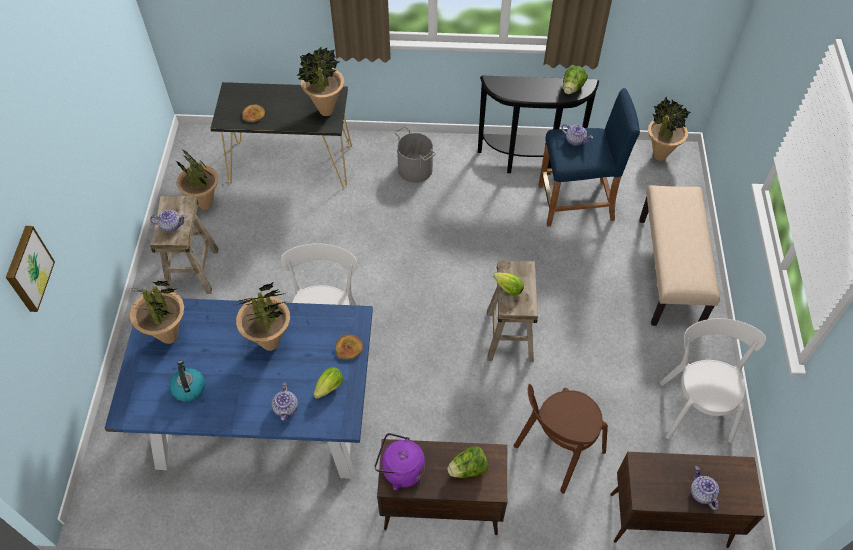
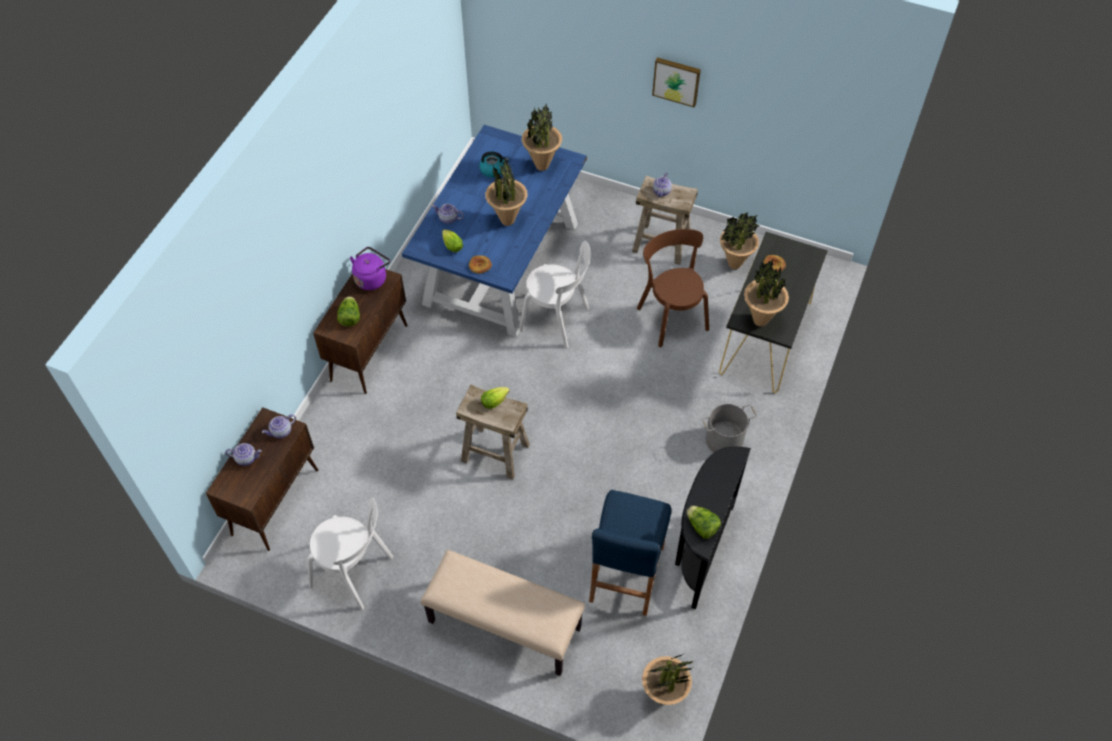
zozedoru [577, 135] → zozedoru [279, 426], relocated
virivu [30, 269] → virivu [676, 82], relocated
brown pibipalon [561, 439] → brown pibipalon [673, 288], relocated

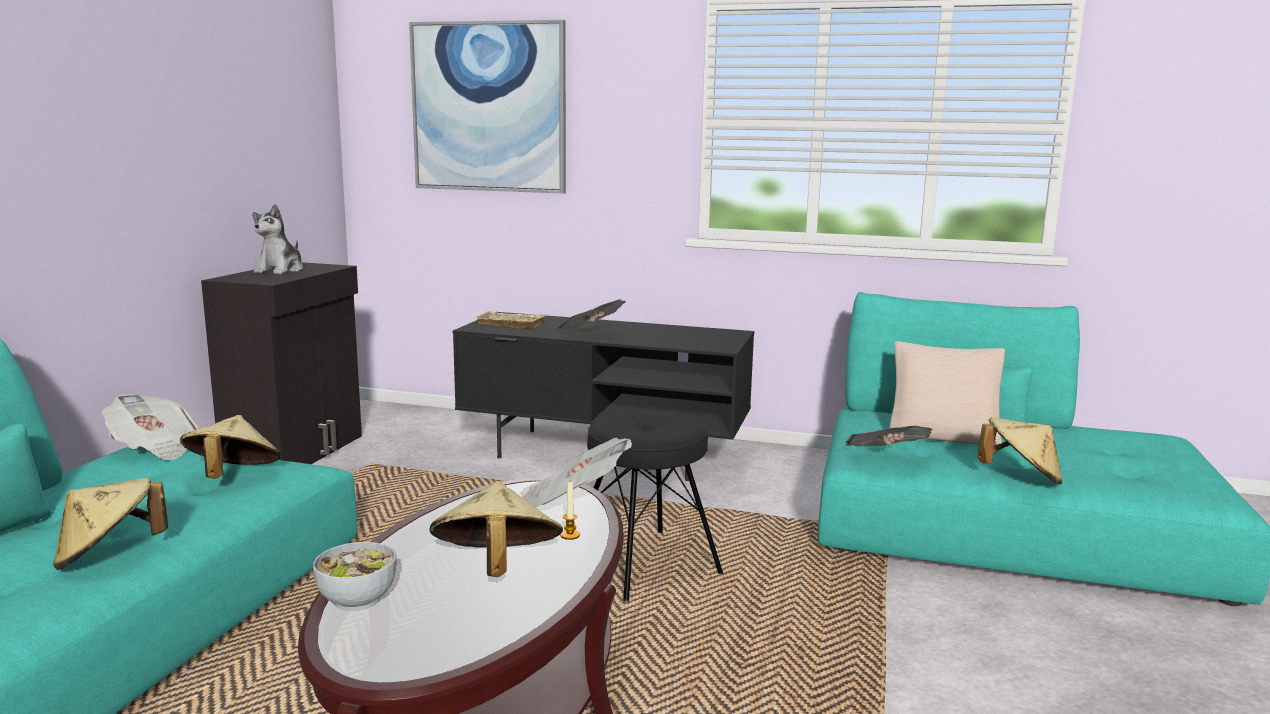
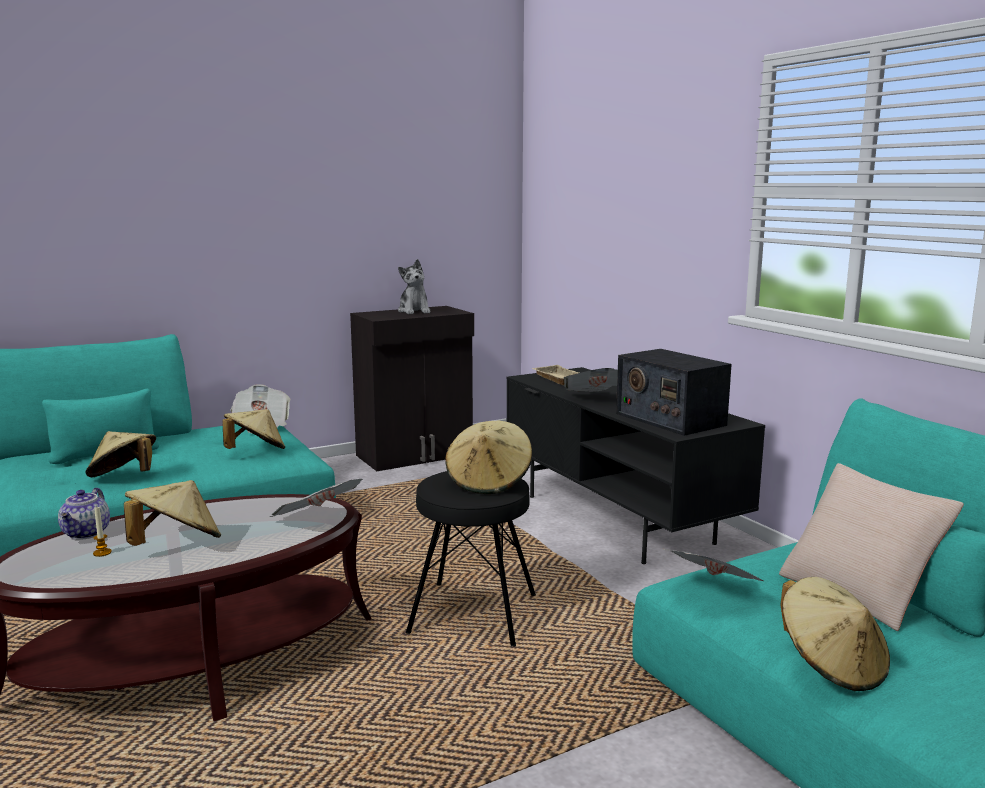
virivu [487, 106] → -
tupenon [278, 239] → tupenon [414, 286], 75 degrees counterclockwise
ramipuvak [570, 511] → ramipuvak [102, 532], relocated
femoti [355, 576] → zozedoru [84, 513]
- → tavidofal [674, 392]
- → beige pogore [488, 457]

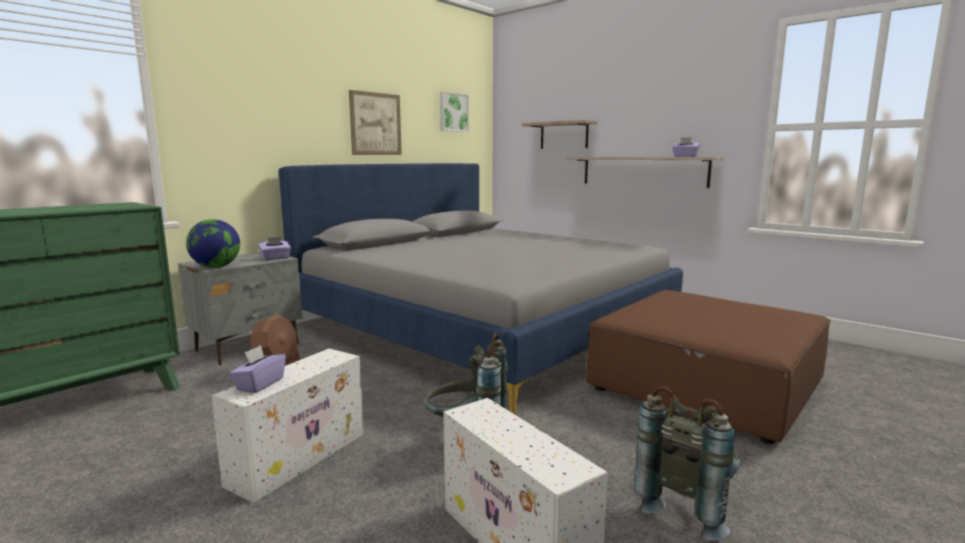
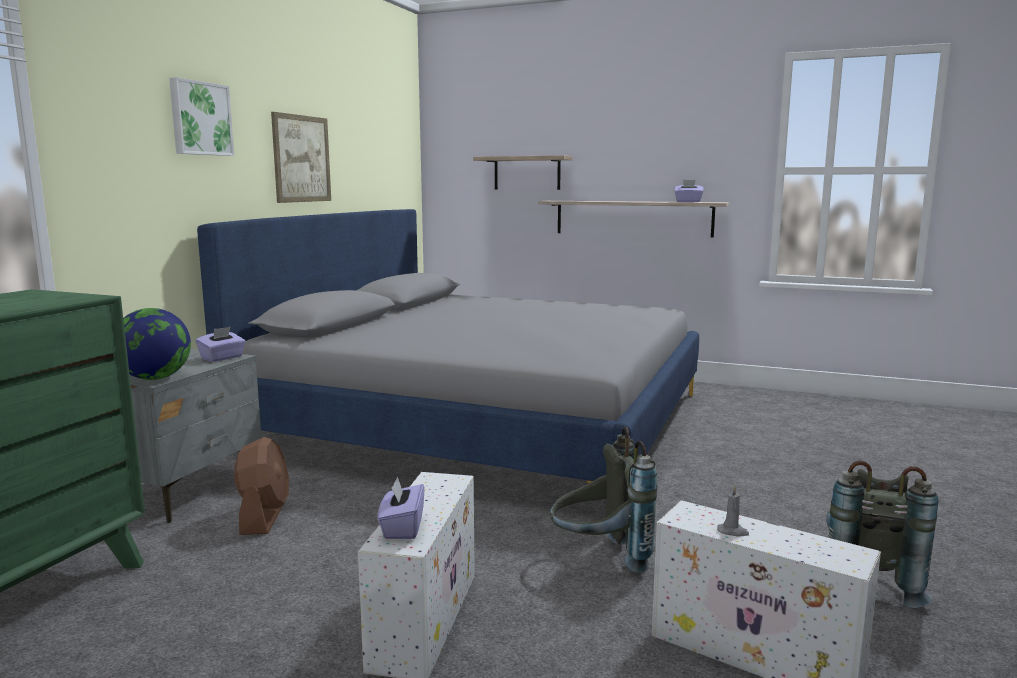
virivu [454, 112] → virivu [201, 116], relocated
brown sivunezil [708, 367] → -
- → grey ramipuvak [733, 511]

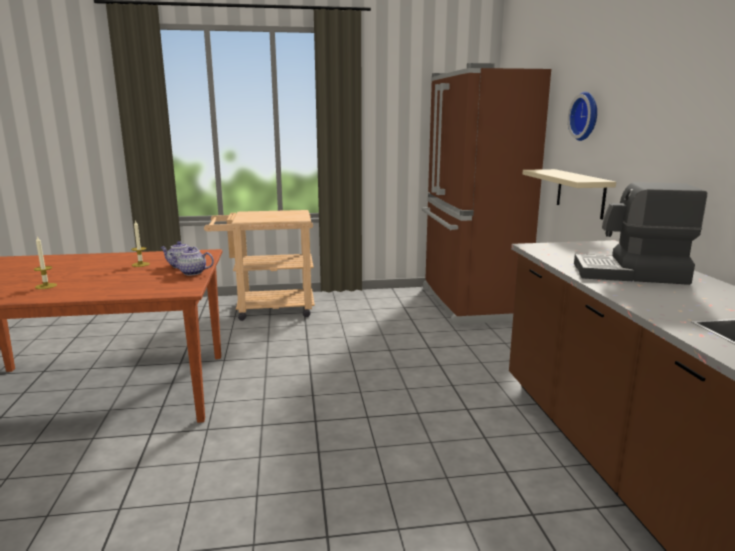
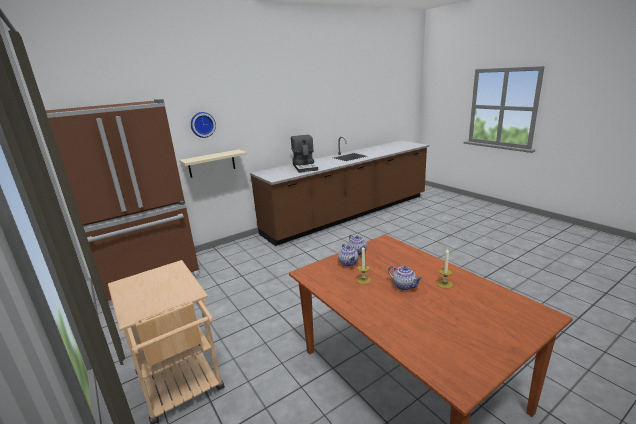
- → zozedoru [405, 278]

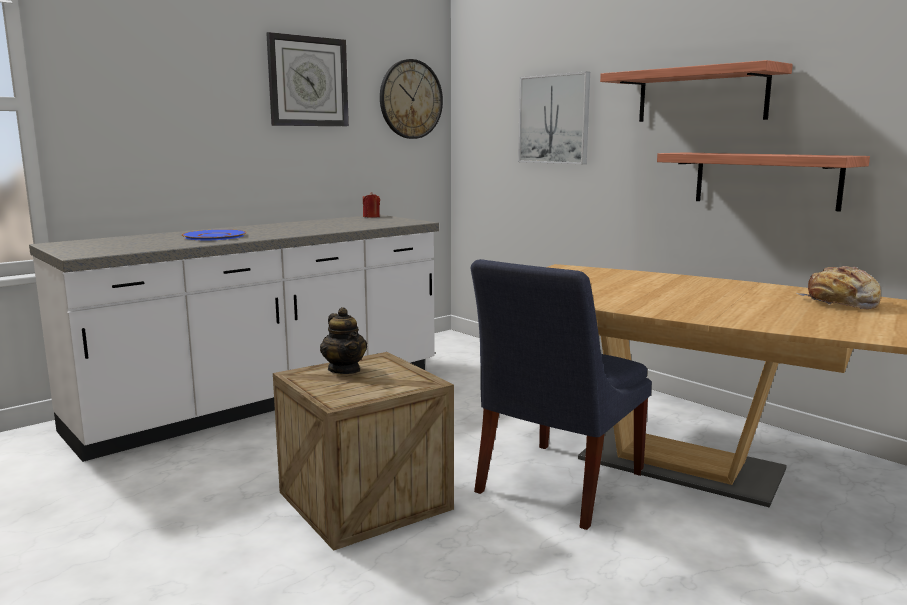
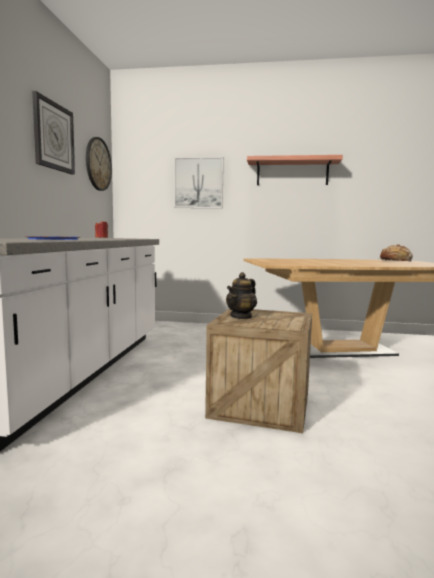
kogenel [763, 182] → -
blue pibipalon [561, 394] → -
zozedoru [343, 340] → zozedoru [241, 295], 105 degrees clockwise

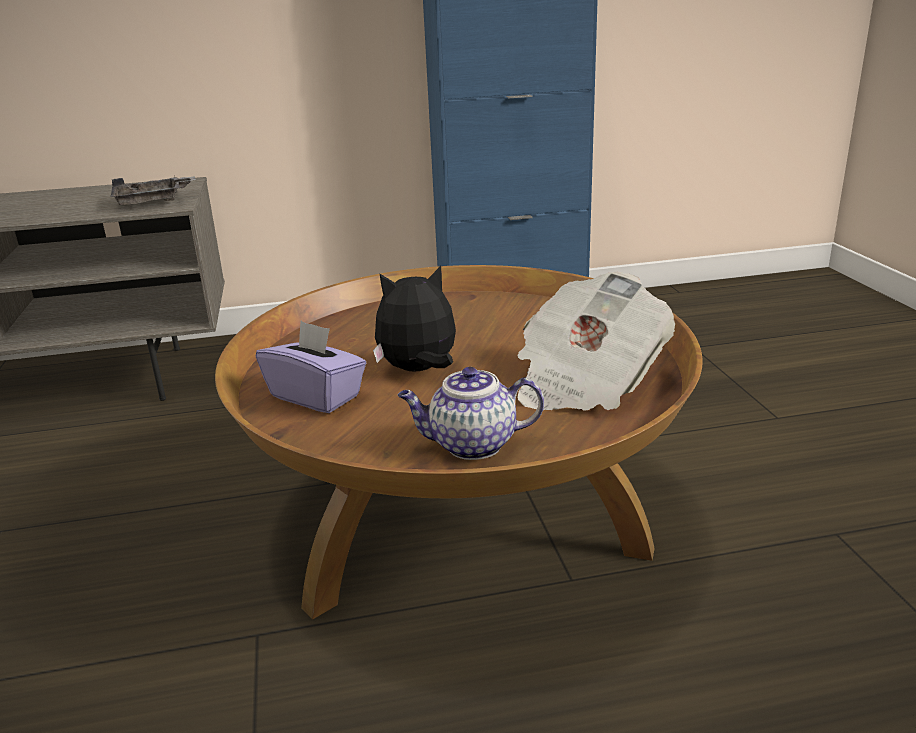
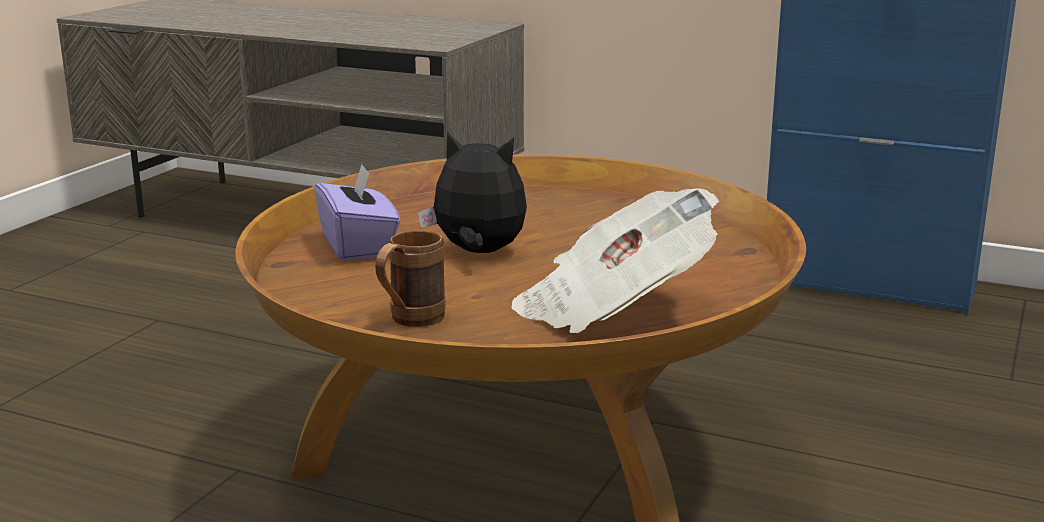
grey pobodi [153, 190] → -
zozedoru [471, 413] → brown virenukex [410, 278]

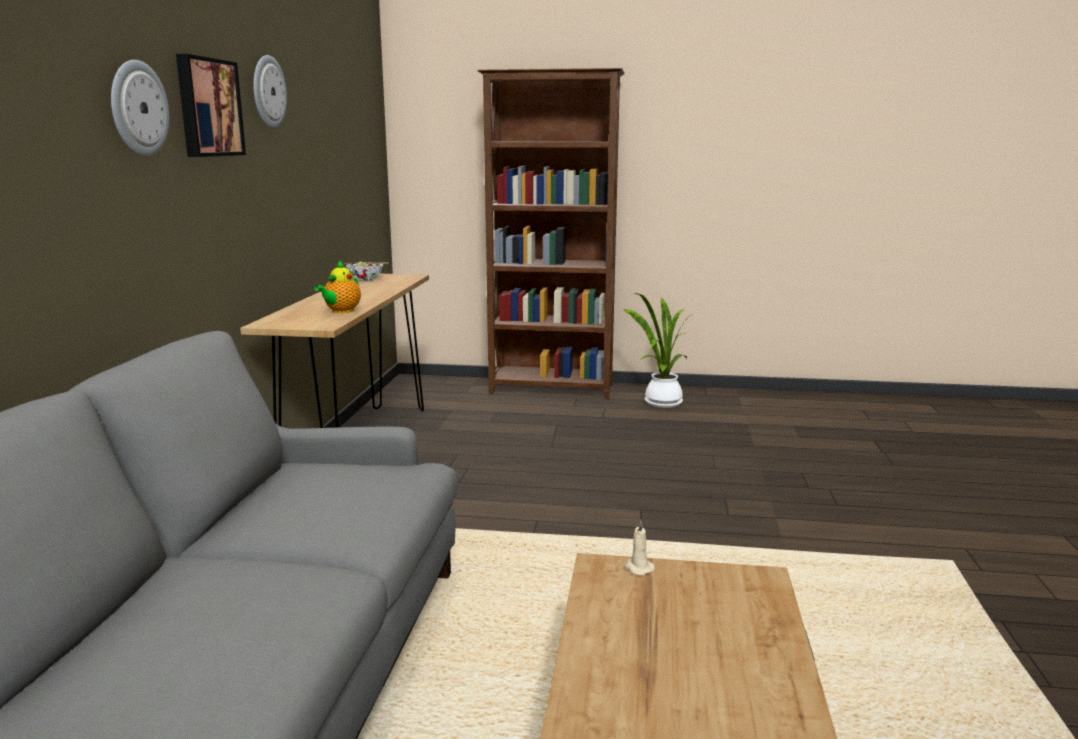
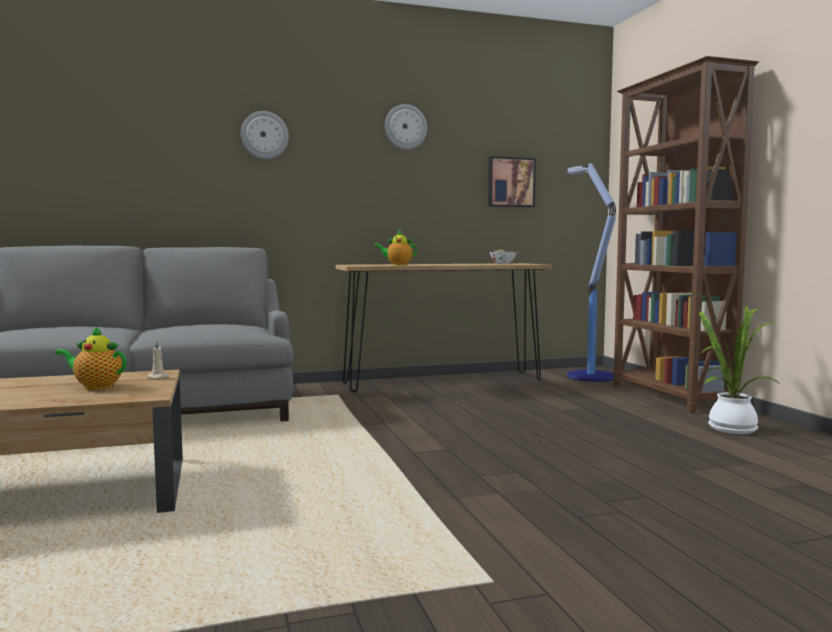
virivu [211, 105] → virivu [512, 181], relocated
- → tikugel [591, 272]
- → zozedoru [91, 358]

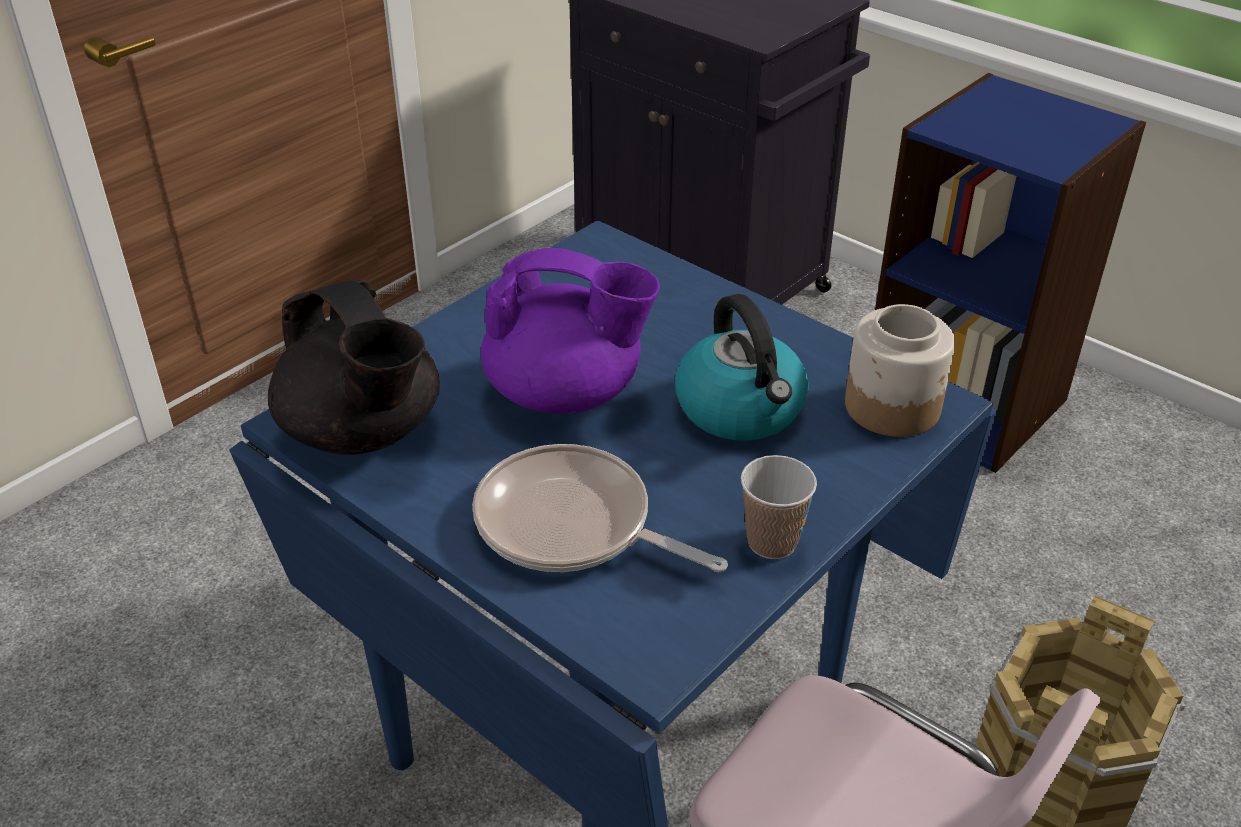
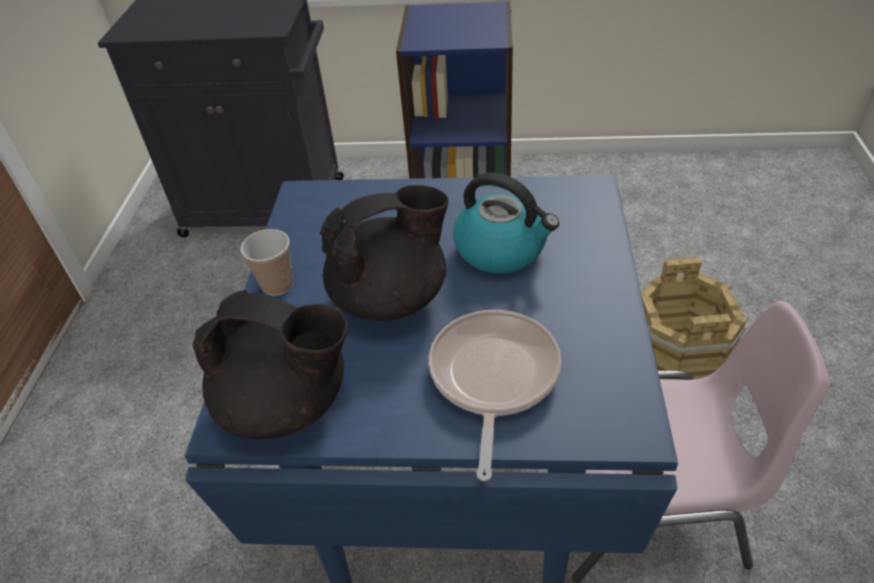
purple zozedoru [570, 331] → black zozedoru [384, 253]
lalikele [900, 370] → -
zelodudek [600, 508] → zelodudek [495, 395], 105 degrees clockwise
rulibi [779, 507] → rulibi [267, 262], relocated

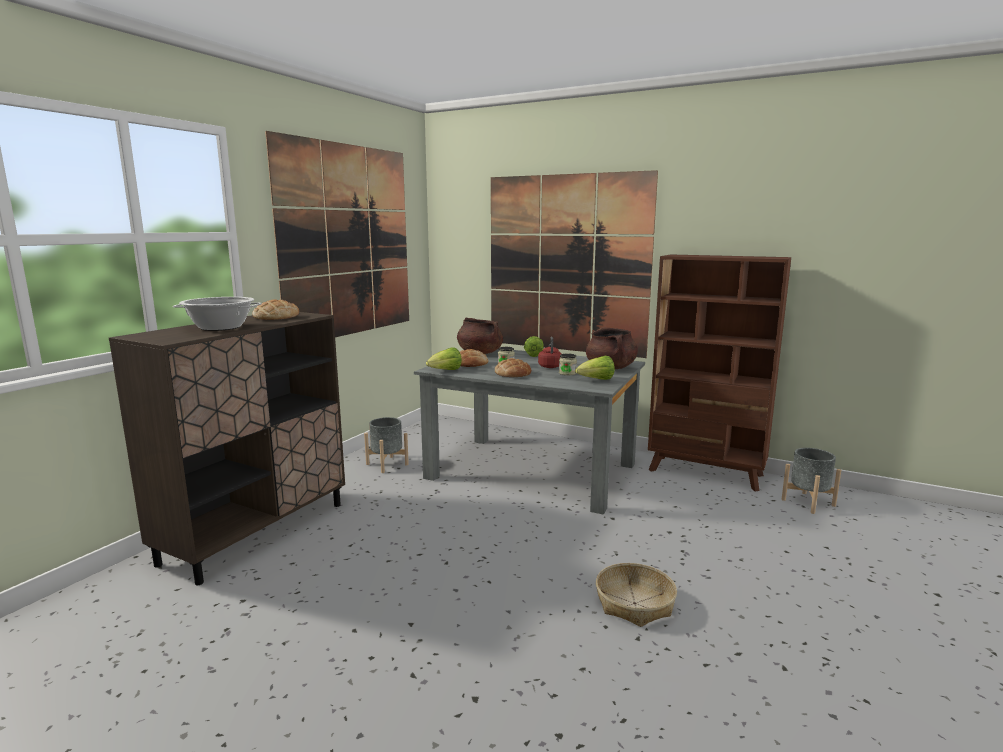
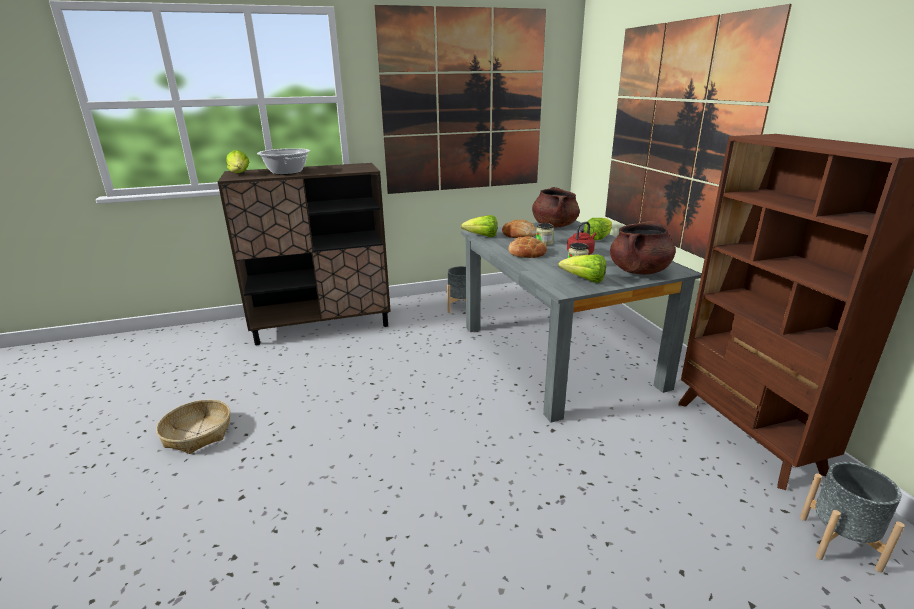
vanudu [275, 309] → -
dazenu [636, 595] → dazenu [193, 427], relocated
- → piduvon [237, 161]

